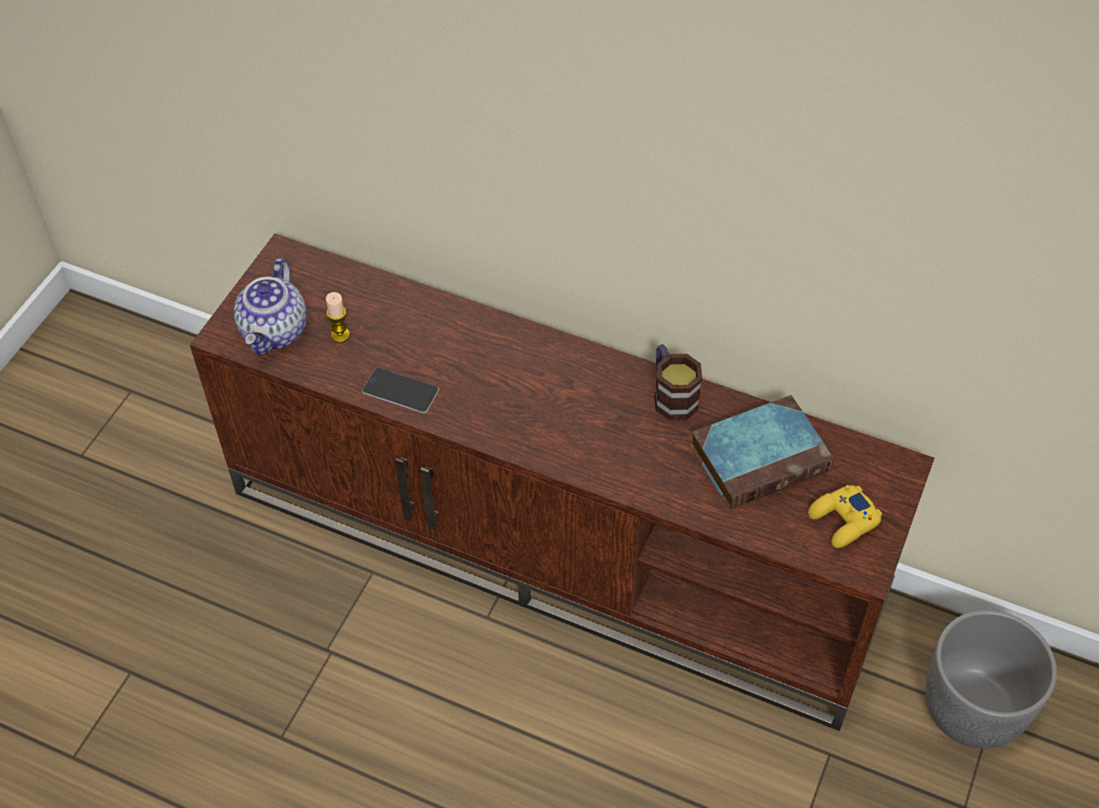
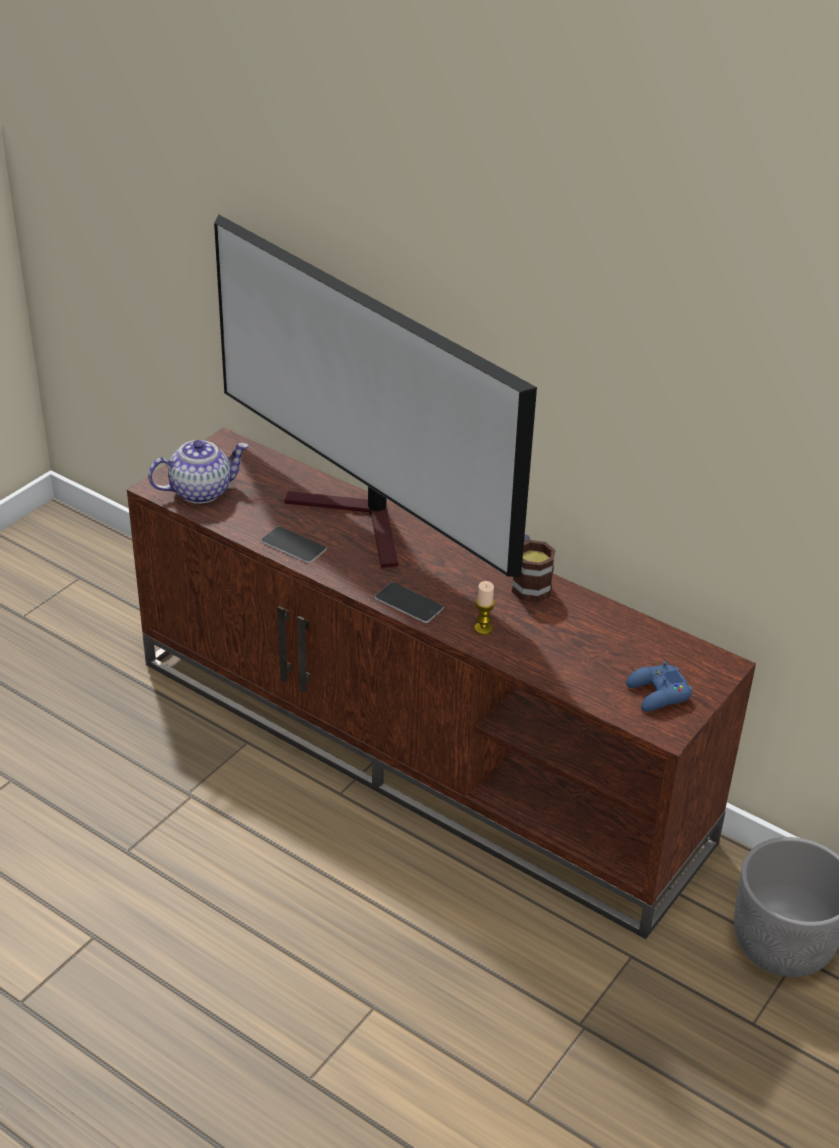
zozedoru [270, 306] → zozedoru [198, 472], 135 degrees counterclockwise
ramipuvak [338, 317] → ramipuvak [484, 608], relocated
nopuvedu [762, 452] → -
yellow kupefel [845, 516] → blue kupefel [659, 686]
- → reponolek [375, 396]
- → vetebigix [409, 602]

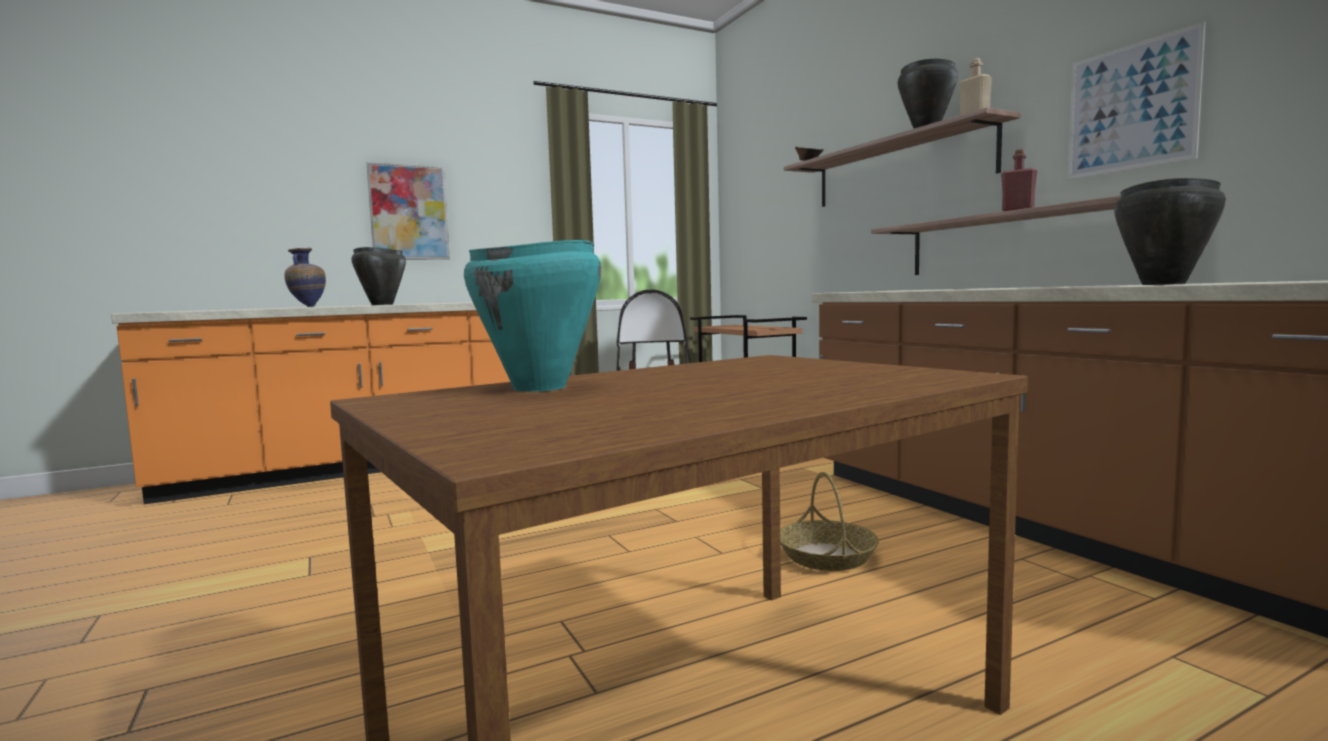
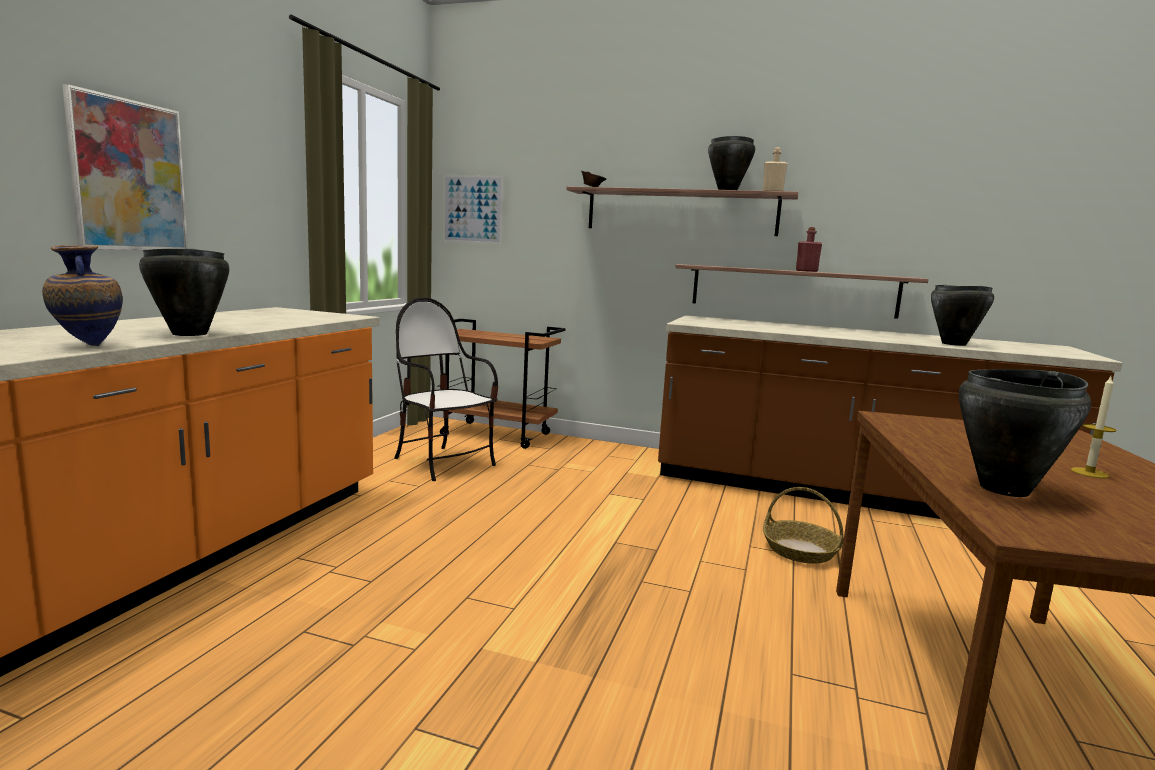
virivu [1136, 100] → virivu [473, 210], relocated
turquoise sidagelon [533, 316] → black sidagelon [1025, 433]
- → ramipuvak [1094, 427]

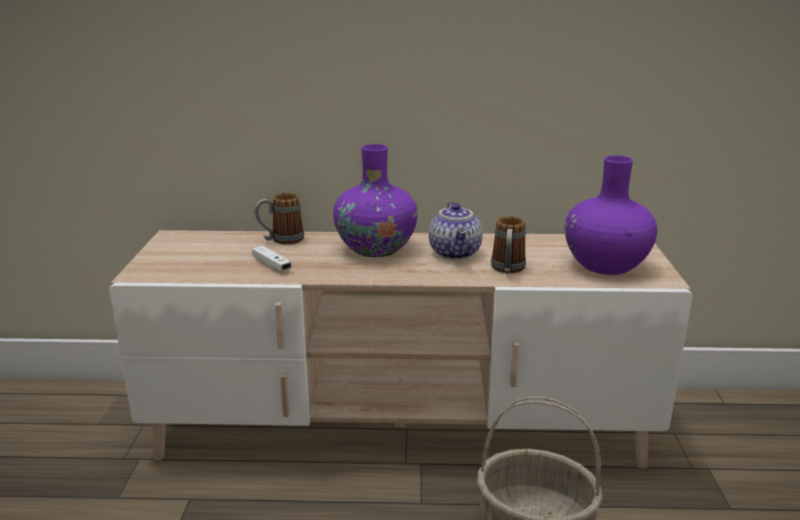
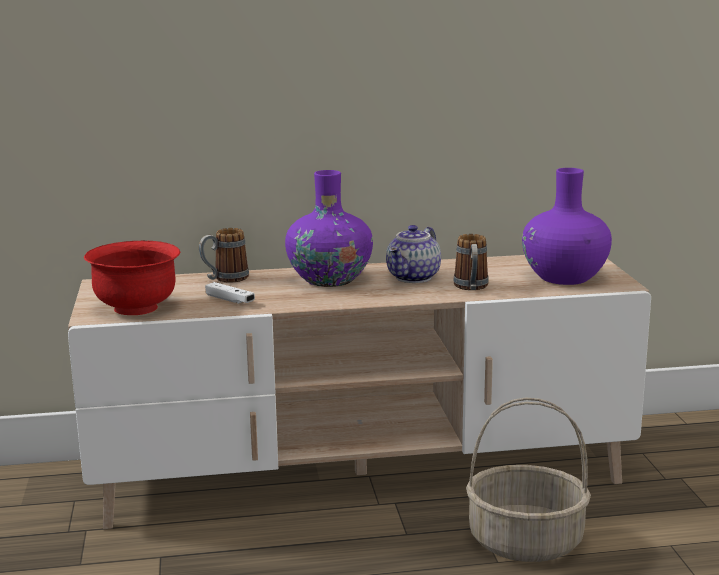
zozedoru [456, 231] → zozedoru [413, 254], 45 degrees clockwise
- → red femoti [132, 278]

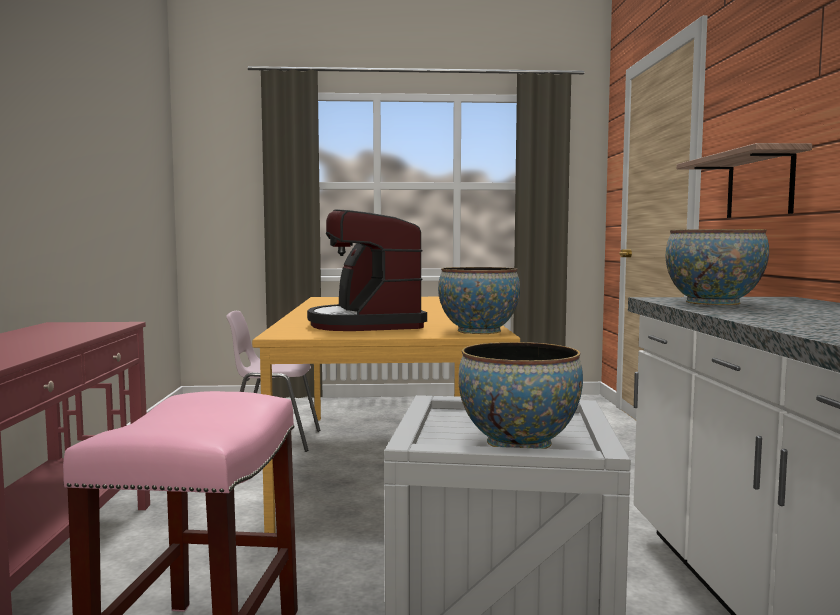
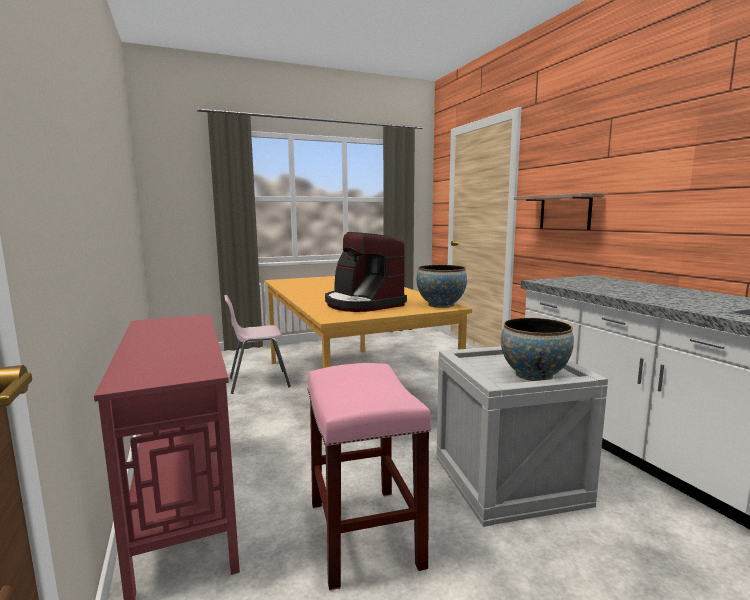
femoti [717, 267] → -

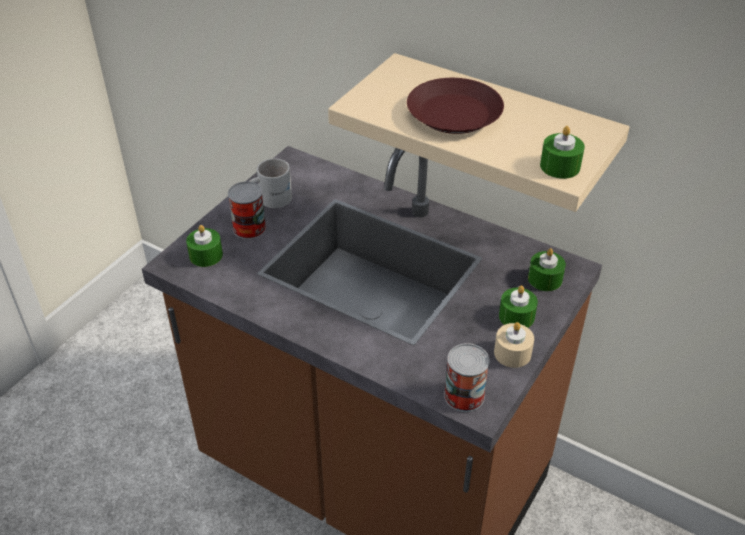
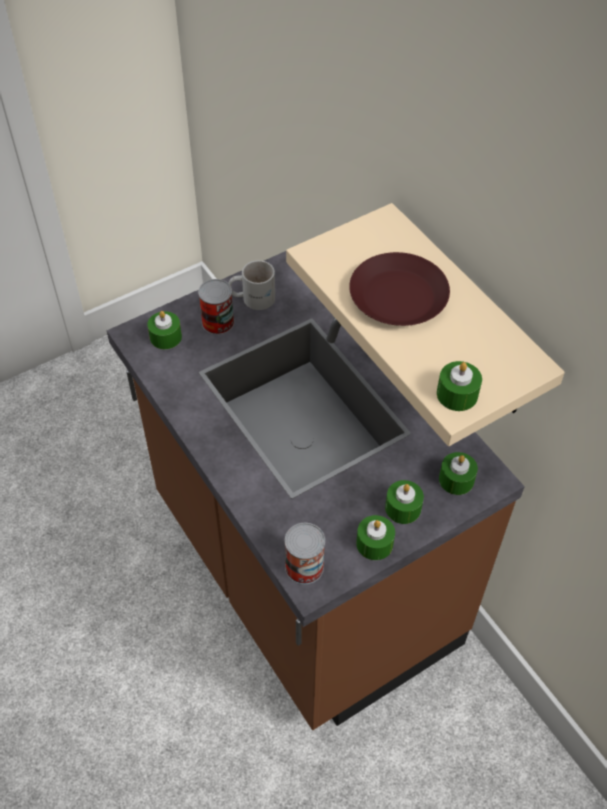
beige ramipuvak [514, 345] → green ramipuvak [375, 537]

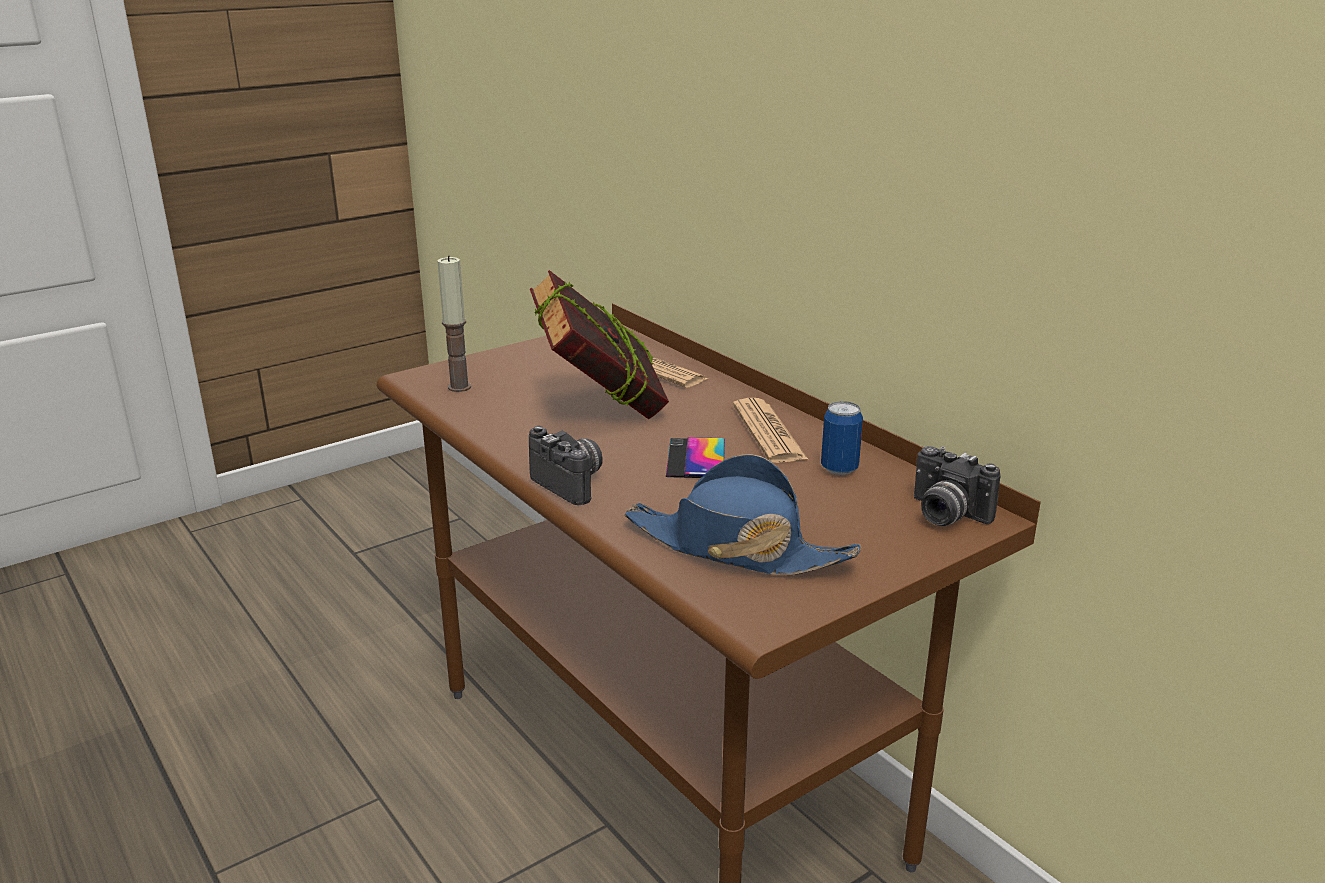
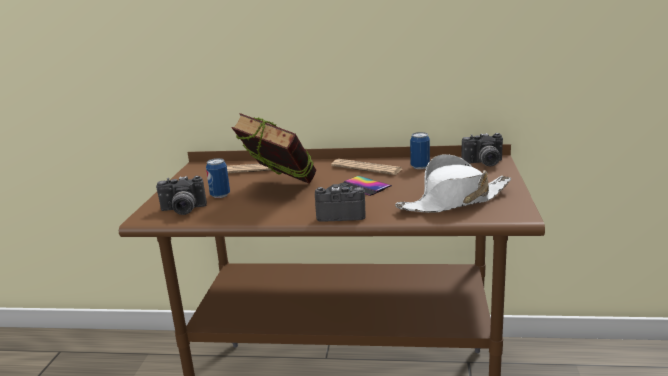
ramipuvak [454, 324] → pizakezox [181, 195]
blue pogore [742, 514] → white pogore [453, 183]
- → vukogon [218, 178]

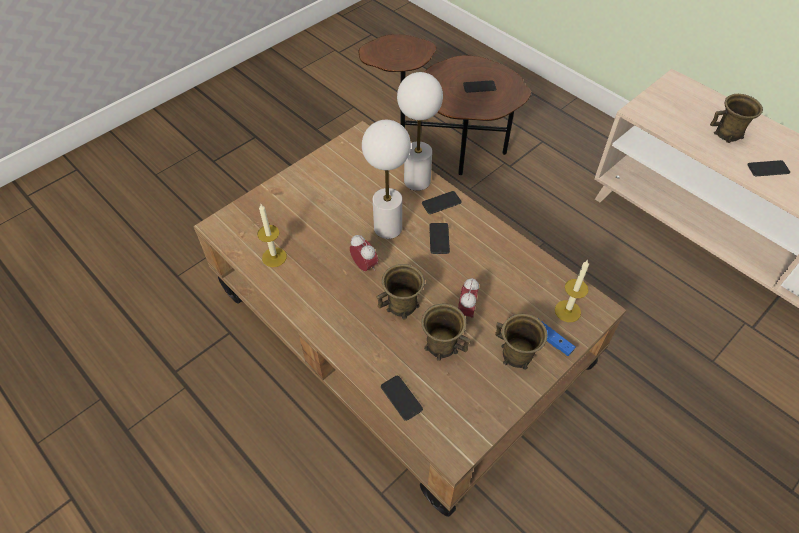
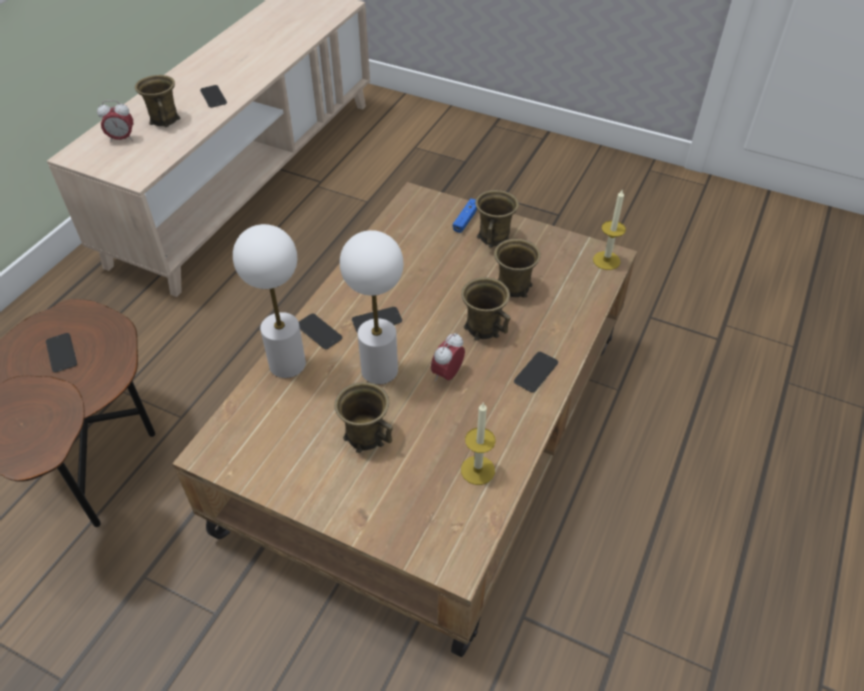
ramipuvak [572, 291] → ramipuvak [609, 230], relocated
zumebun [468, 298] → zumebun [115, 121], relocated
vetebigix [402, 398] → vetebigix [536, 372], relocated
- → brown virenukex [363, 417]

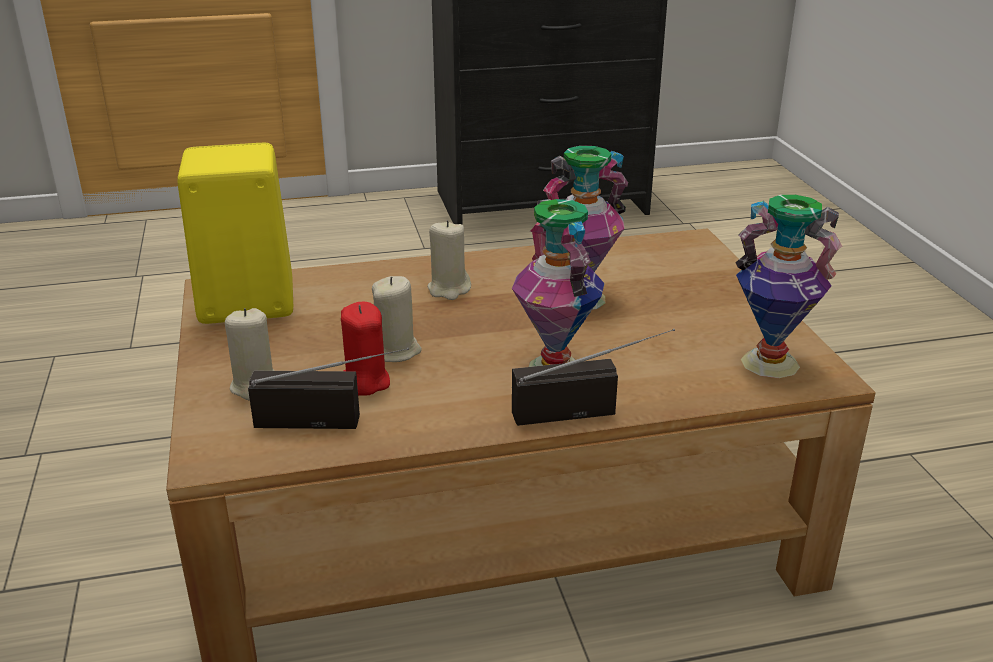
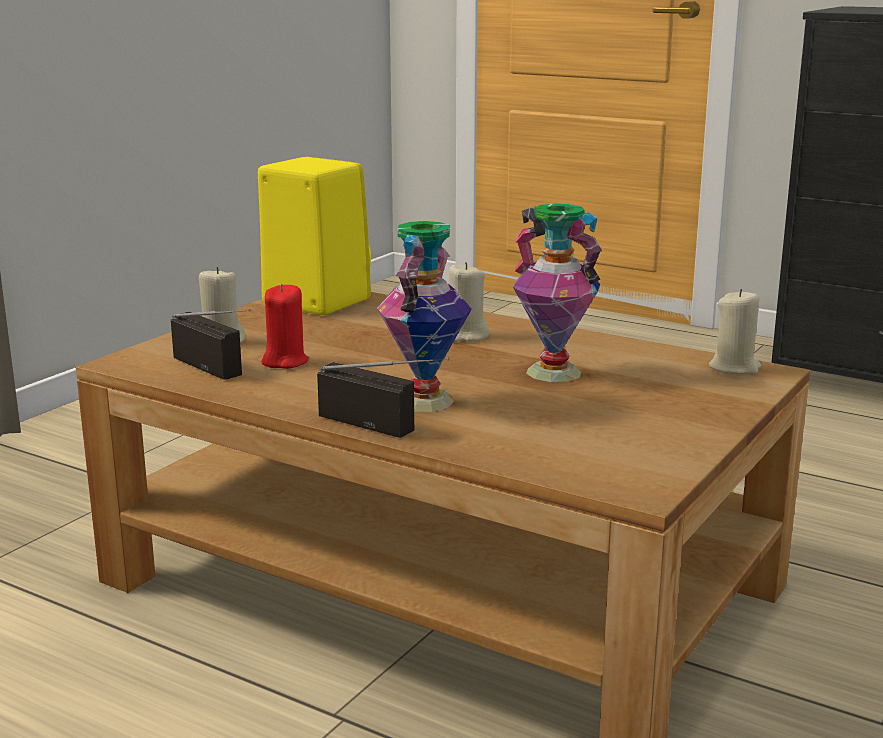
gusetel [788, 286] → -
beige ramipuvak [396, 319] → beige ramipuvak [735, 331], relocated

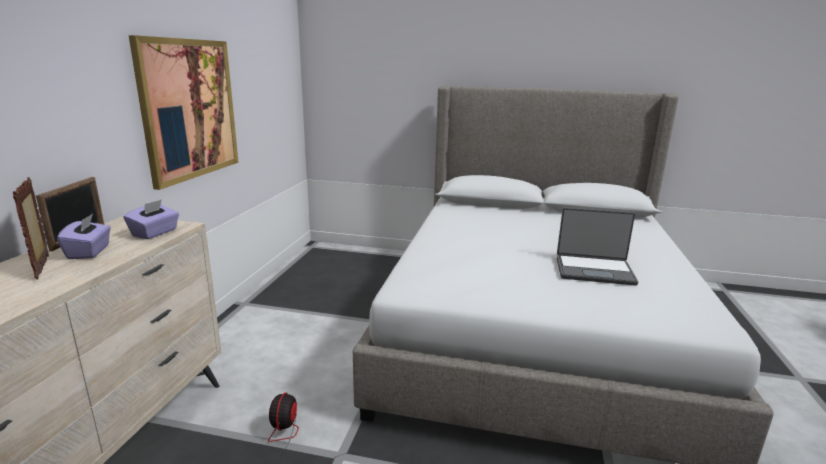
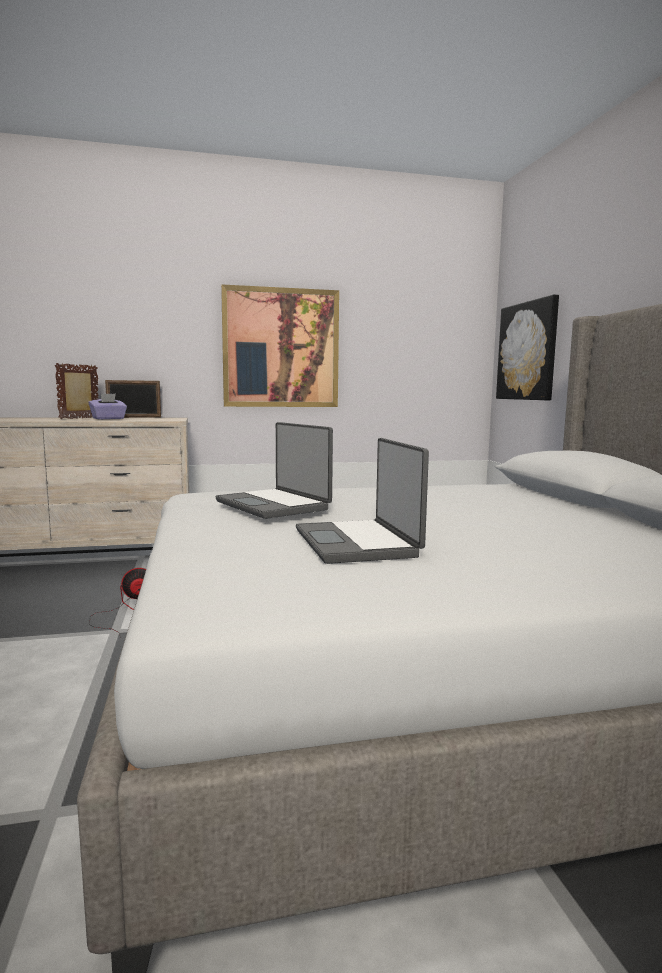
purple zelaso [151, 219] → -
- → virivu [527, 347]
- → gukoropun [274, 470]

